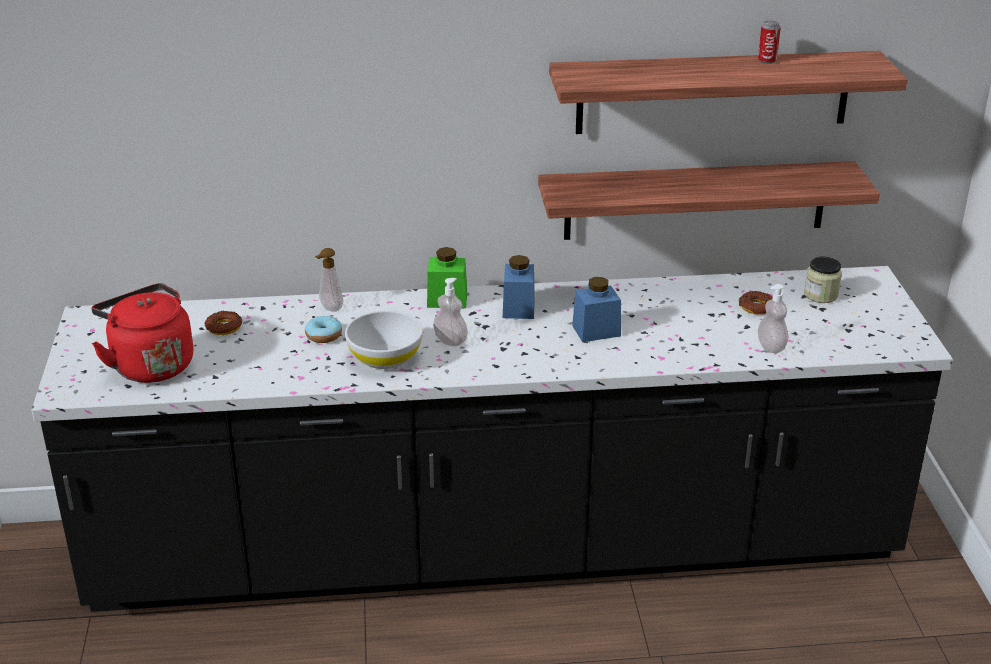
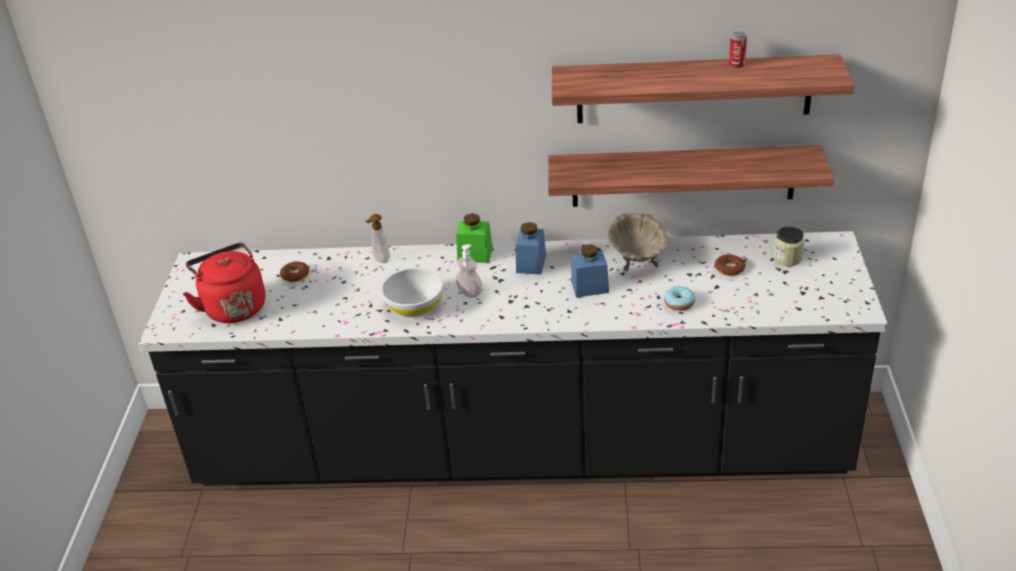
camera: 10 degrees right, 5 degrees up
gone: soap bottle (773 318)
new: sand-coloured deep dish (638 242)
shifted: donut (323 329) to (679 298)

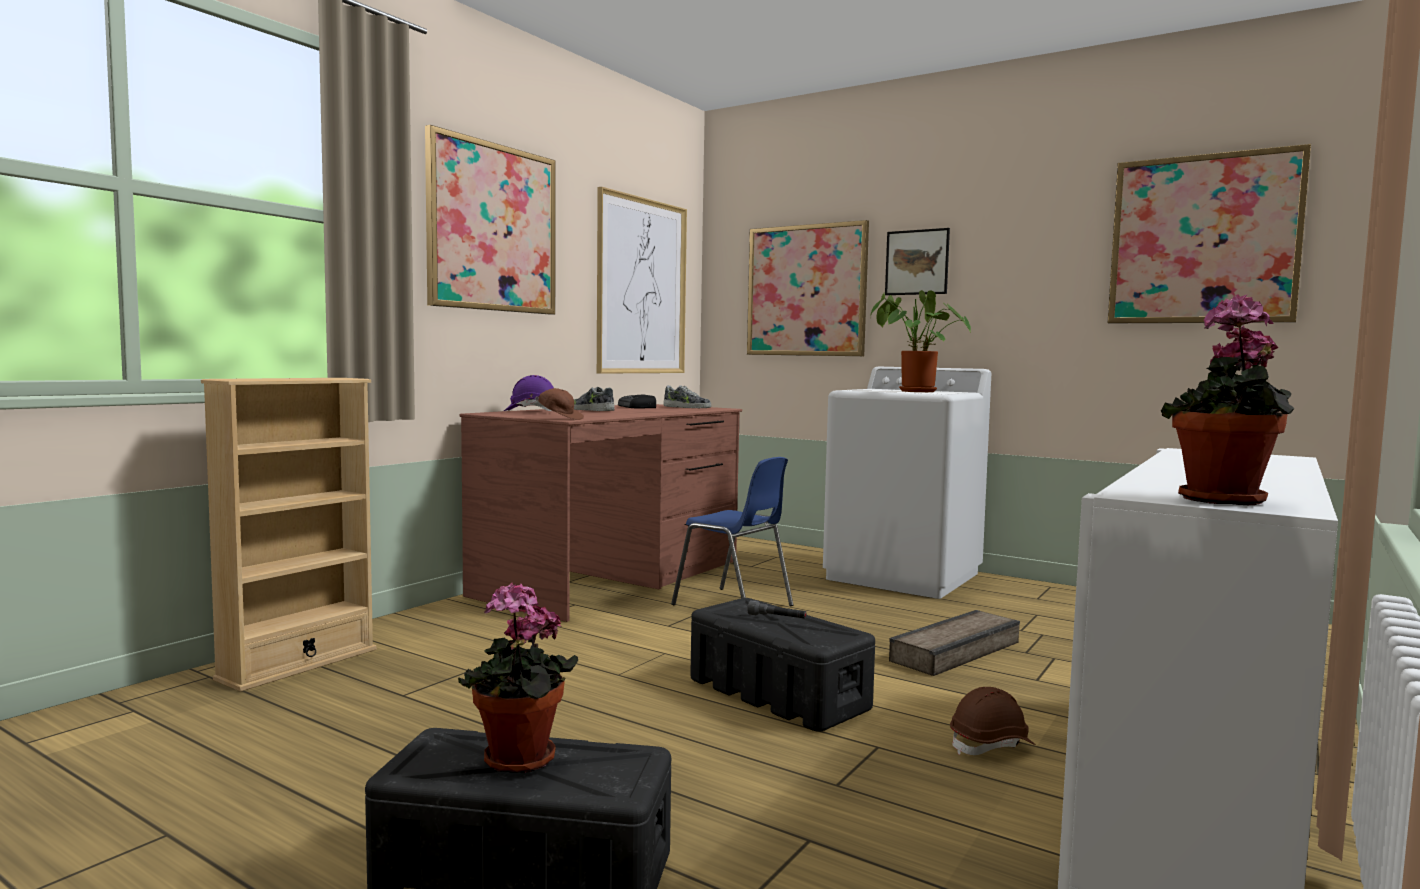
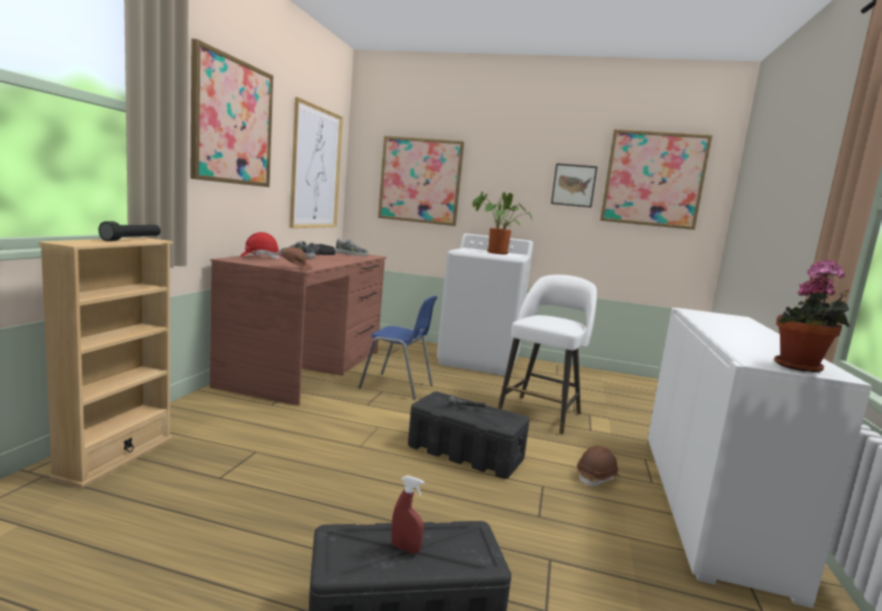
camera: 20 degrees left, 5 degrees up
new: black-coloured flashlight (129 231)
shifted: wall art (917 261) to (574 185)
swapped: houseplant (518 678) to reddish sprayer (407 514); packing crate (954 643) to whitish stool (547 355)
repainted: purple work helmet (529 393) to reddish work helmet (259 245)

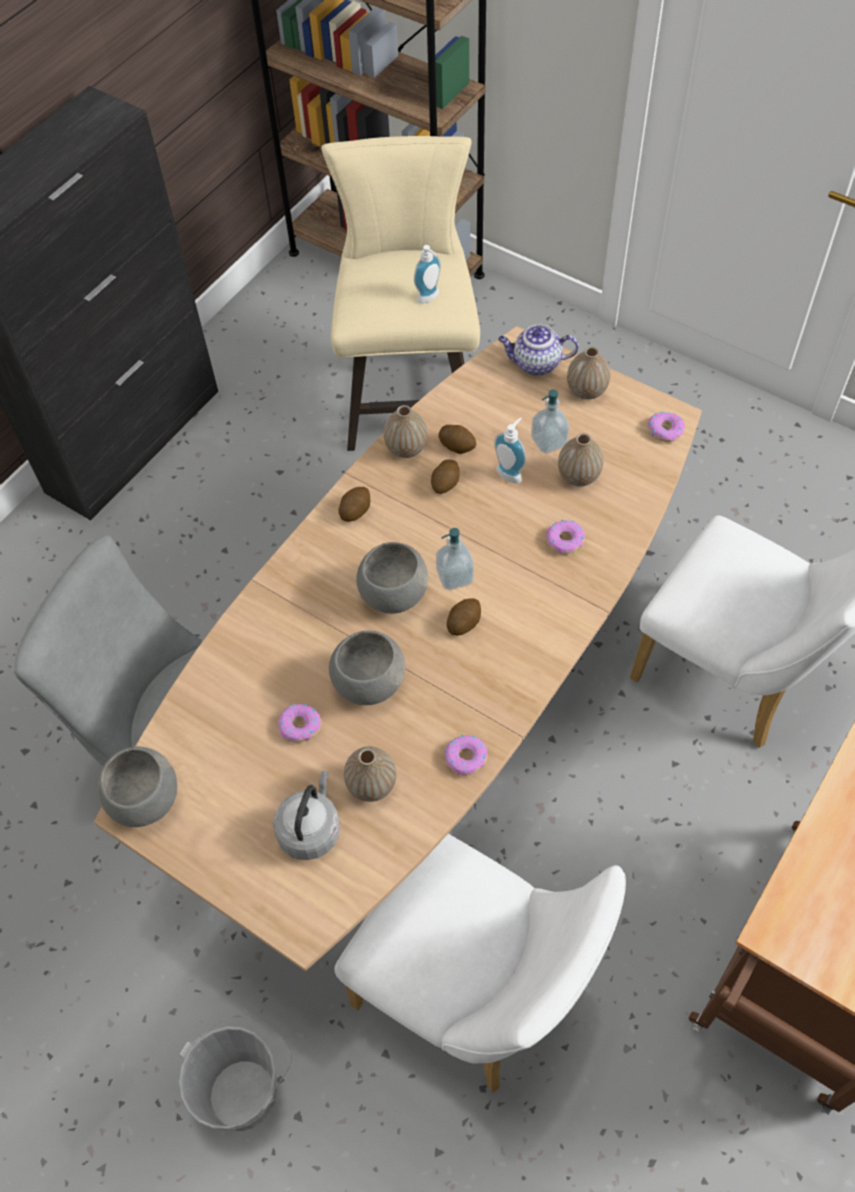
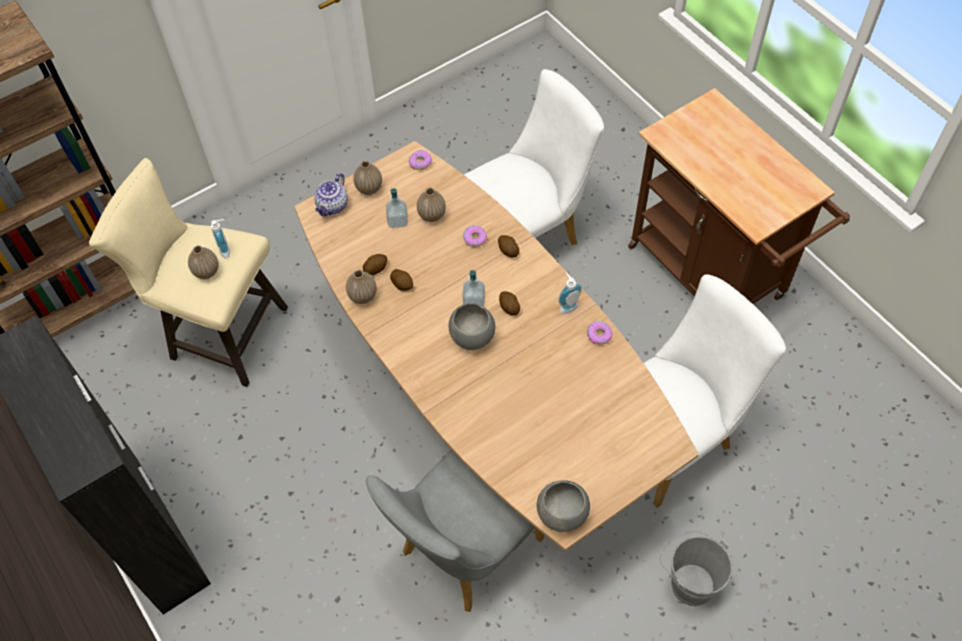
camera: 70 degrees left, 0 degrees up
gone: greyish water kettle (306 815); donut (299 723); greyish deep dish (367 667)
shifted: spud (354 504) to (508 246); vase (370 774) to (203 262); soap bottle (510 450) to (570 293)

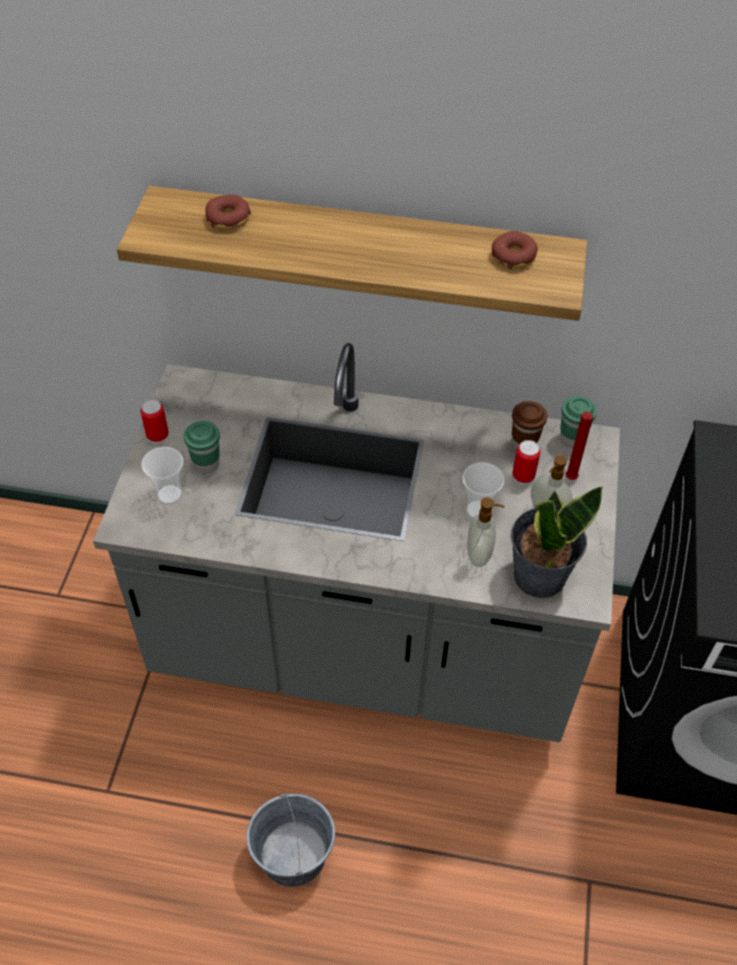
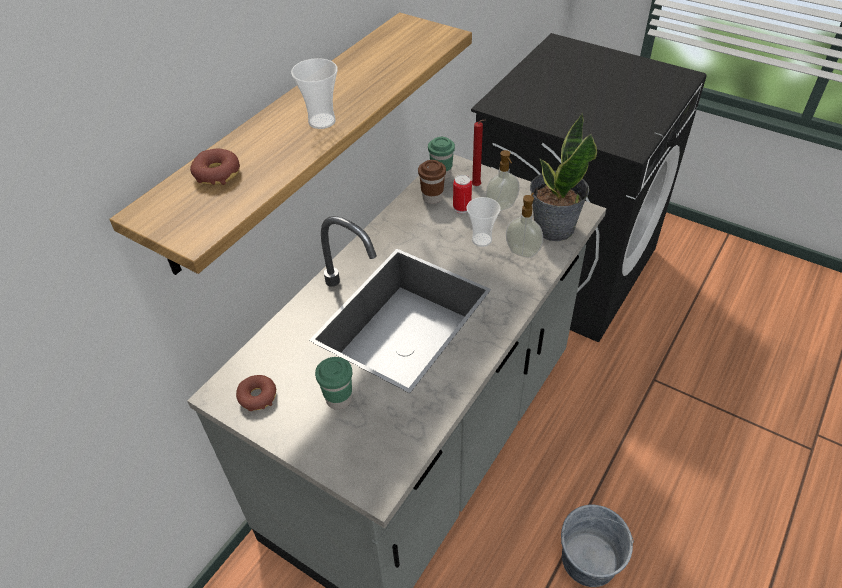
camera: 65 degrees left, 5 degrees down
gone: metal can (154 421)
shifted: drinking cup (162 476) to (314 93); donut (515 250) to (256 393)

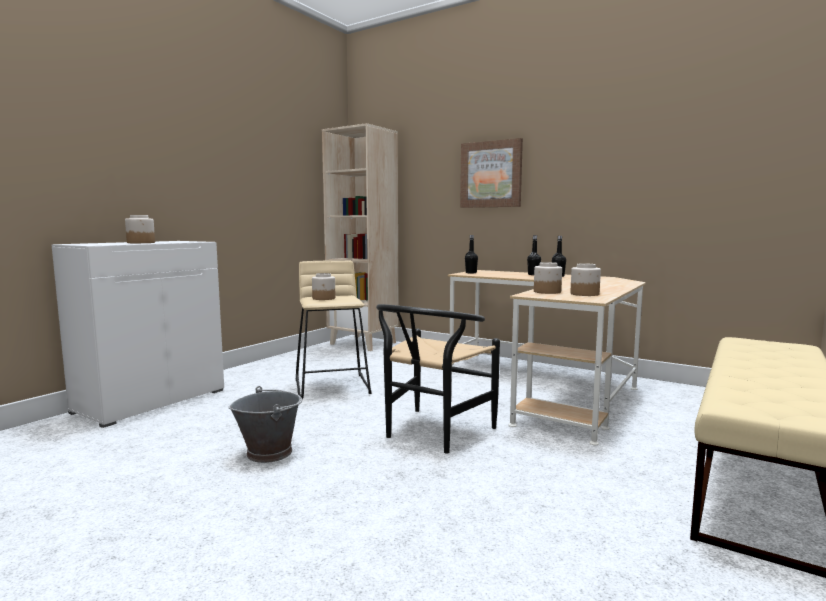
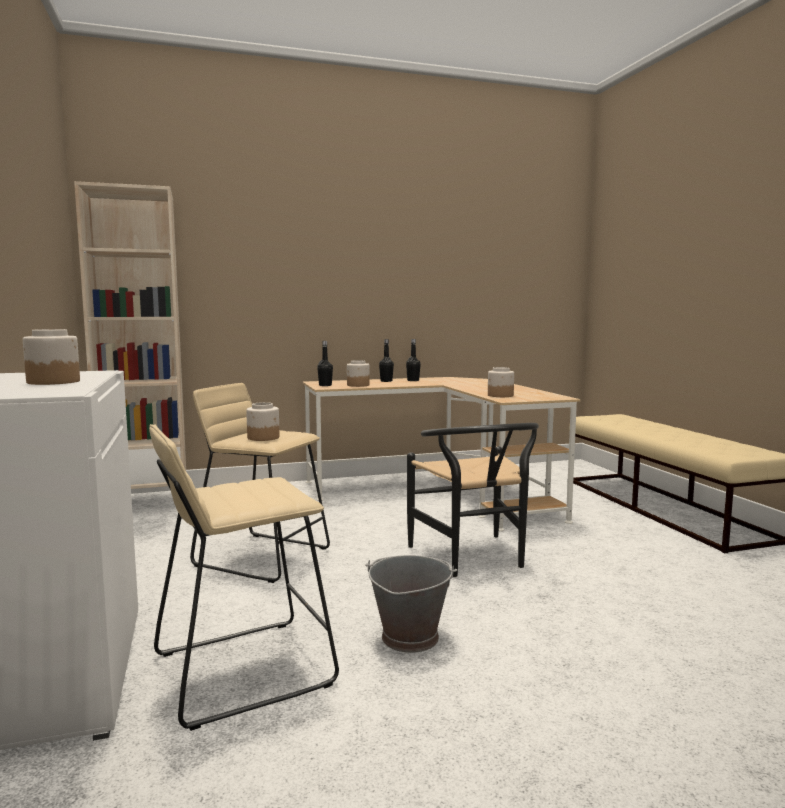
camera: 50 degrees left, 0 degrees up
gone: wall art (491 173)
new: sand-coloured stool (244 577)
shifted: storage jar (585 279) to (358 373)

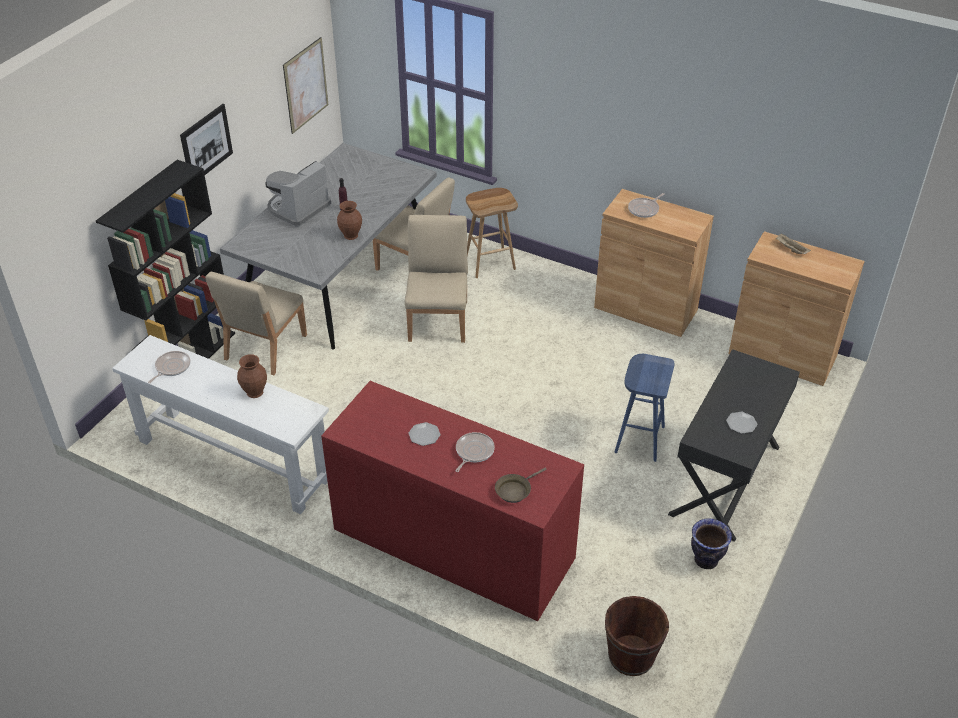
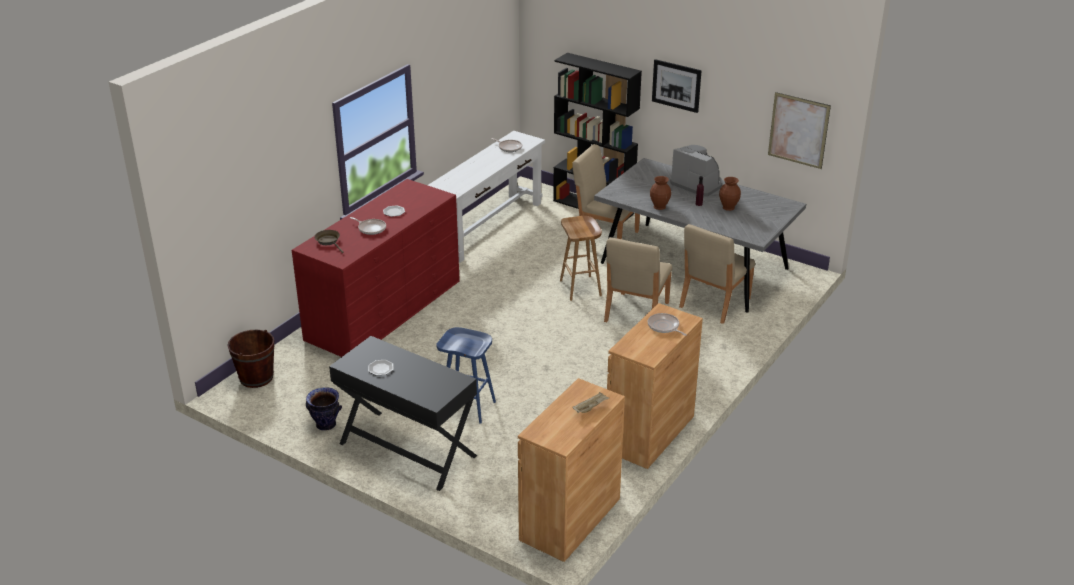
camera: 95 degrees right, 10 degrees down
shifted: brownish vase (252 376) to (730 194); brownish stool (492 233) to (581 258)
rotated: sand-coloured upright chair (436 279) = (638 279) 105 degrees clockwise

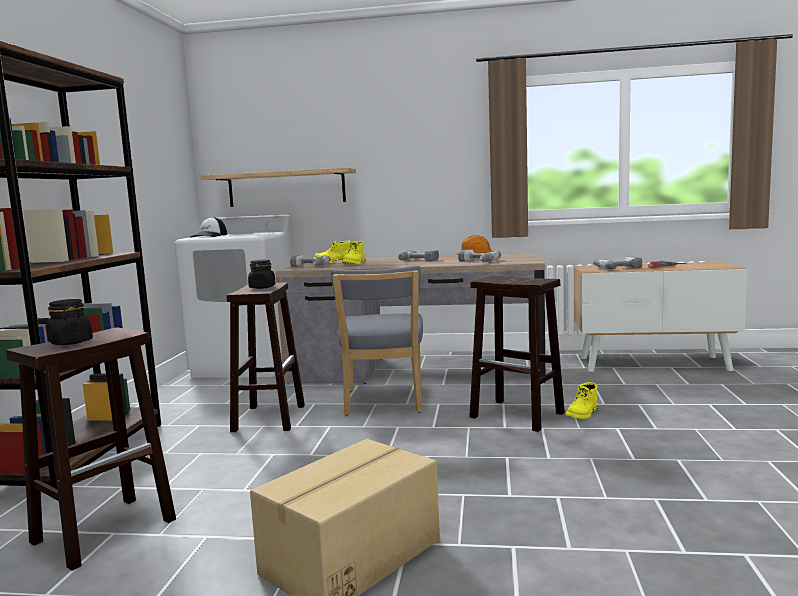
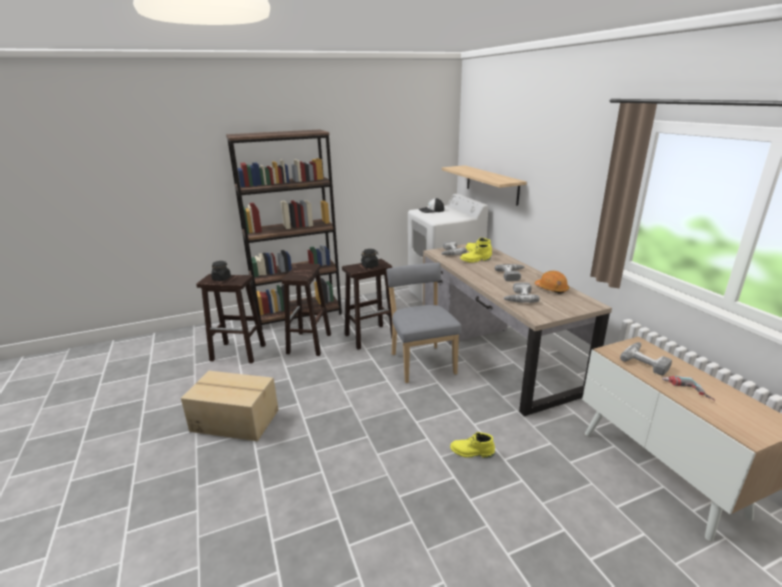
camera: 60 degrees right, 15 degrees up
shifted: brownish stool (517 354) to (306 309)
rotated: greyish upright chair (377 341) = (423 323) 105 degrees clockwise

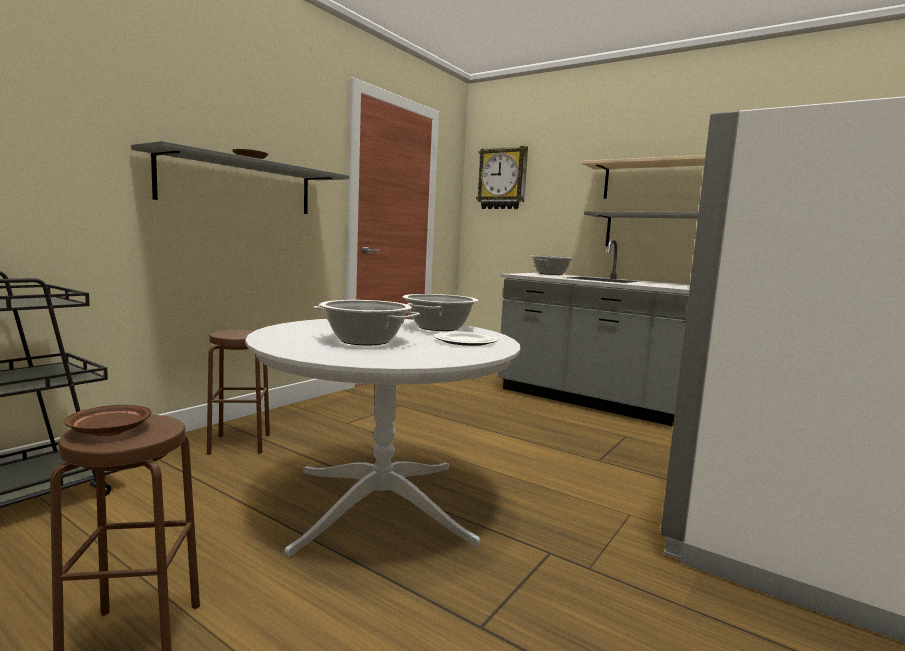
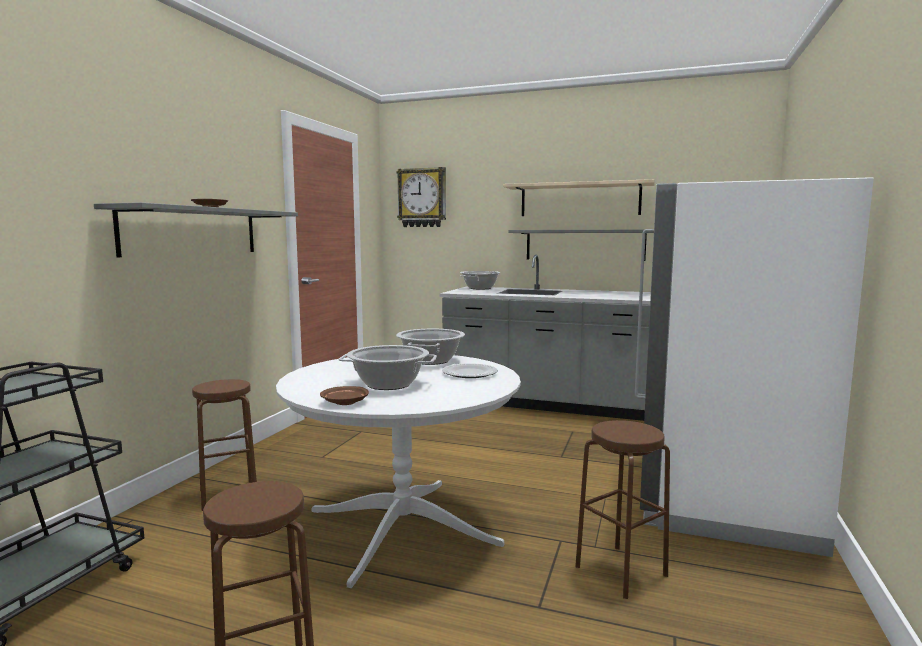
camera: 15 degrees left, 0 degrees up
new: brownish stool (622 509)
shifted: brownish plate (108 420) to (344 395)

